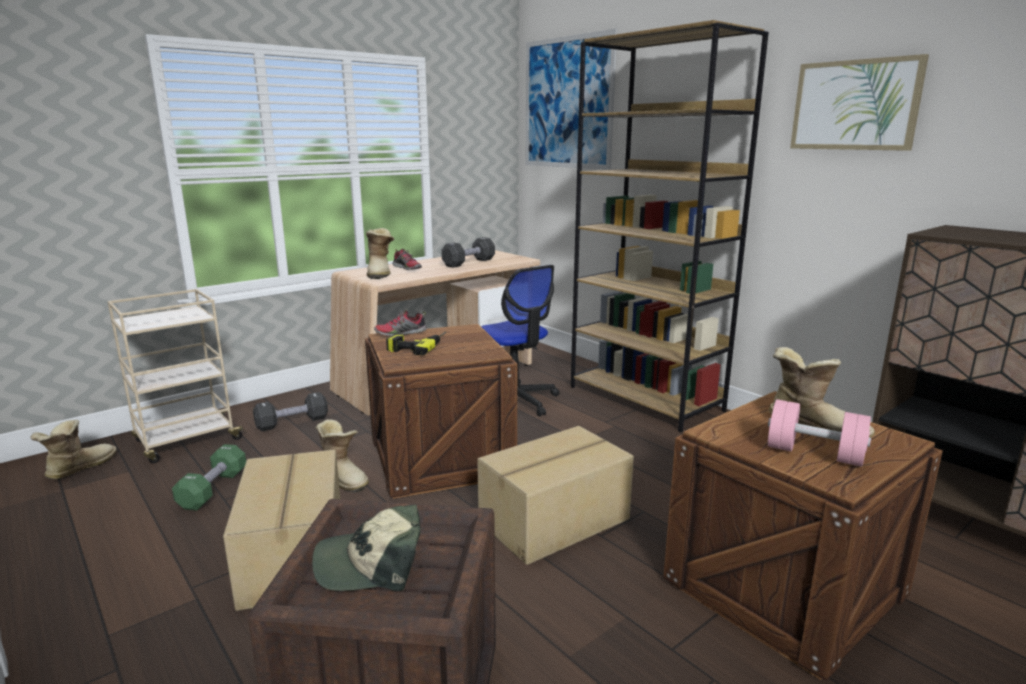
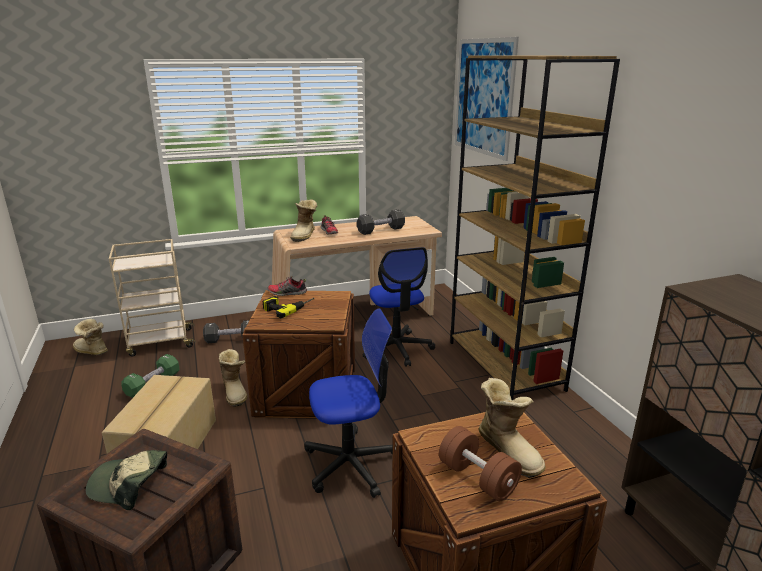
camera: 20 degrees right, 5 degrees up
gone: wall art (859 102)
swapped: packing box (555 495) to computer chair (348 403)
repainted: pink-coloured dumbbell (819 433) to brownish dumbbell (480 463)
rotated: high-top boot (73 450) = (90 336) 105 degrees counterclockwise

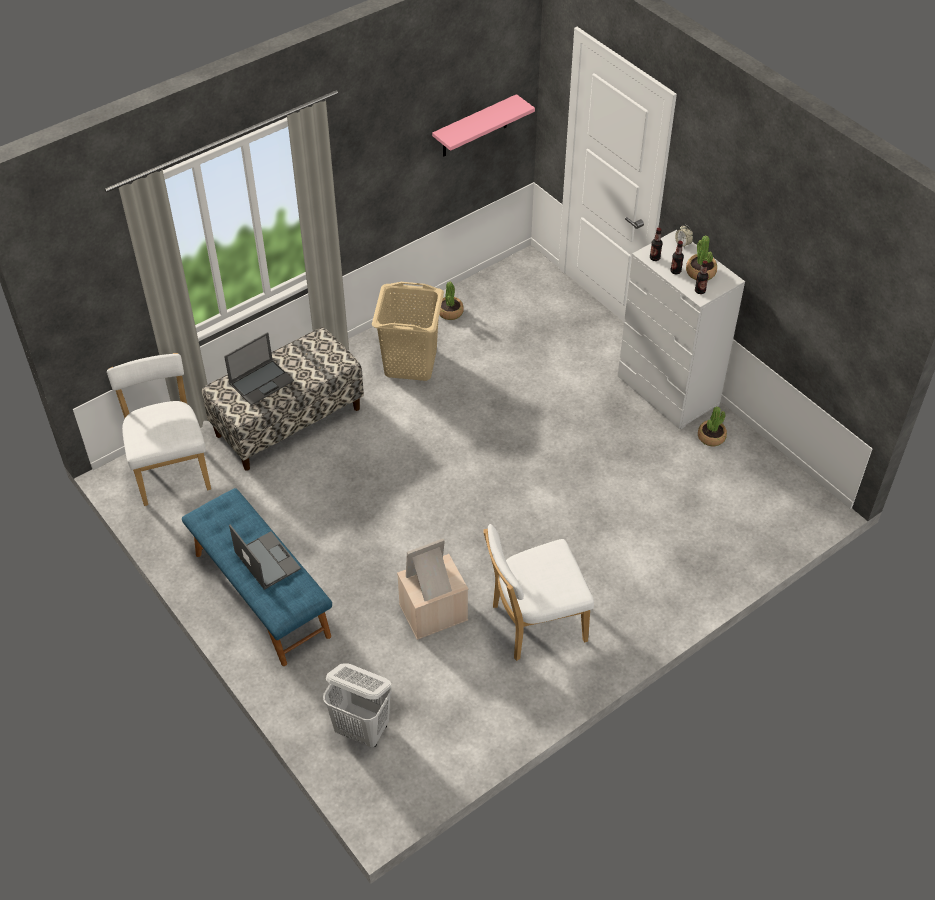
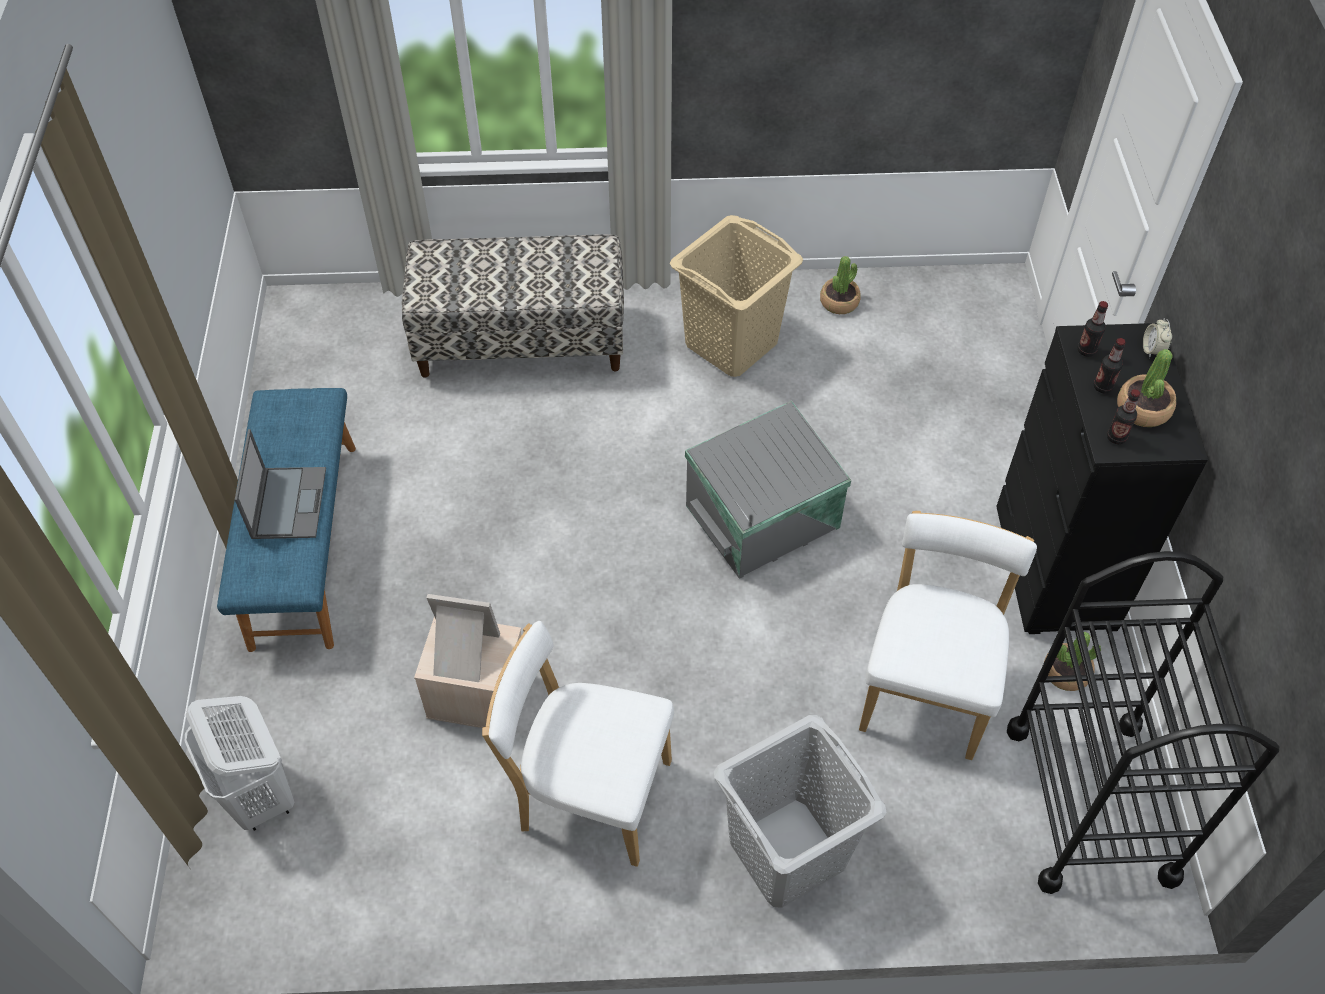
camera: 35 degrees right, 5 degrees up
gone: laptop (259 369); pink-coloured bracket shelf (483 125)
new: greyish storage bin (768 490); greyish laundry basket (800 811); black-coloured wheeled cart (1143 722)
shifted: whitish upright chair (159 429) to (948 635)
repainted: whitish dresser (681 329) to black-coloured dresser (1102 478)

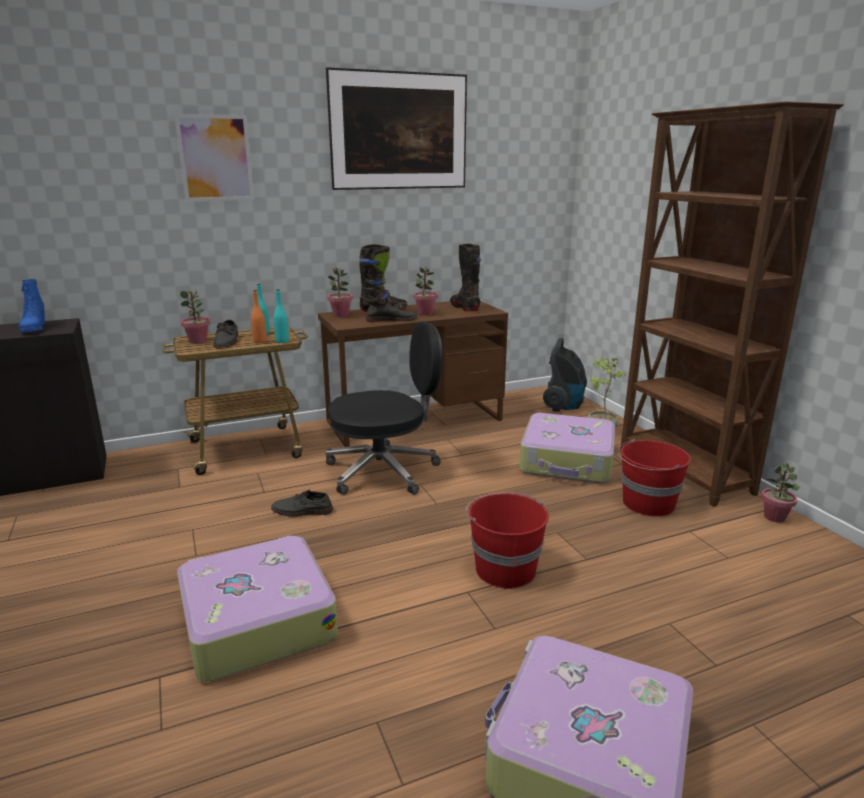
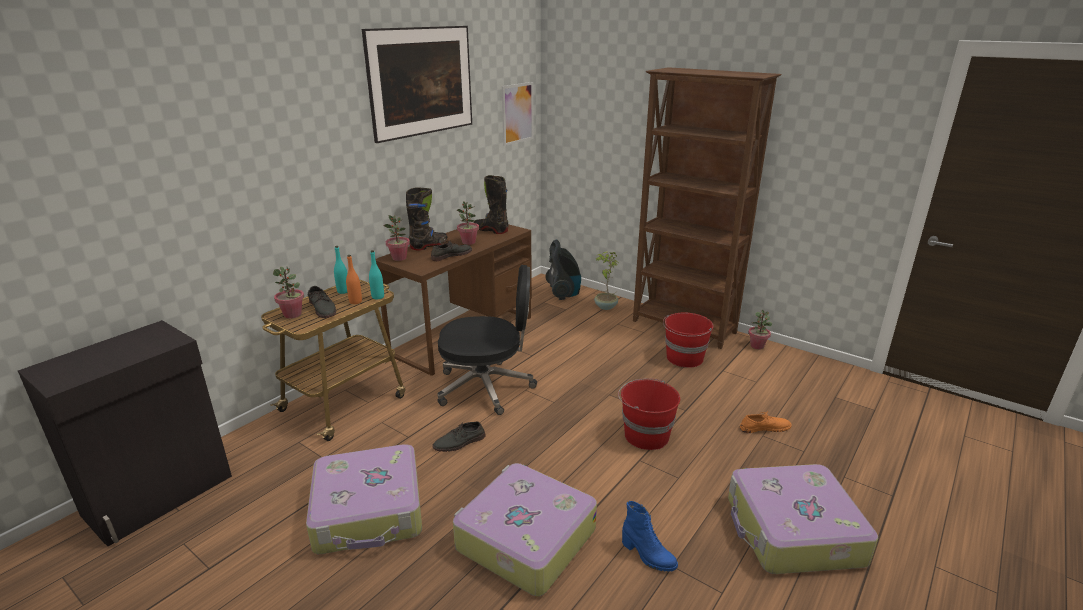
camera: 30 degrees left, 5 degrees up
new: orange-coloured item of footwear (766 422)
shifted: bluish high-top boot (32 306) to (650 536); wall art (214 157) to (518 114); travel case (567 448) to (364 499)
rotated: black-coloured computer chair (384 408) = (487 340) 45 degrees clockwise

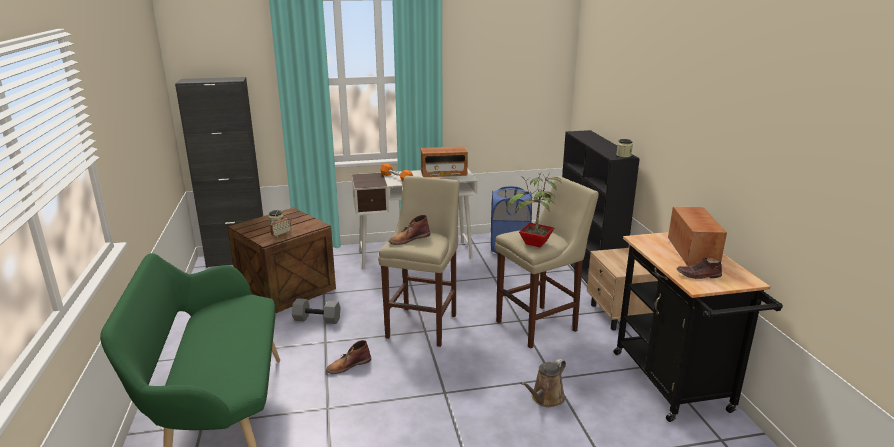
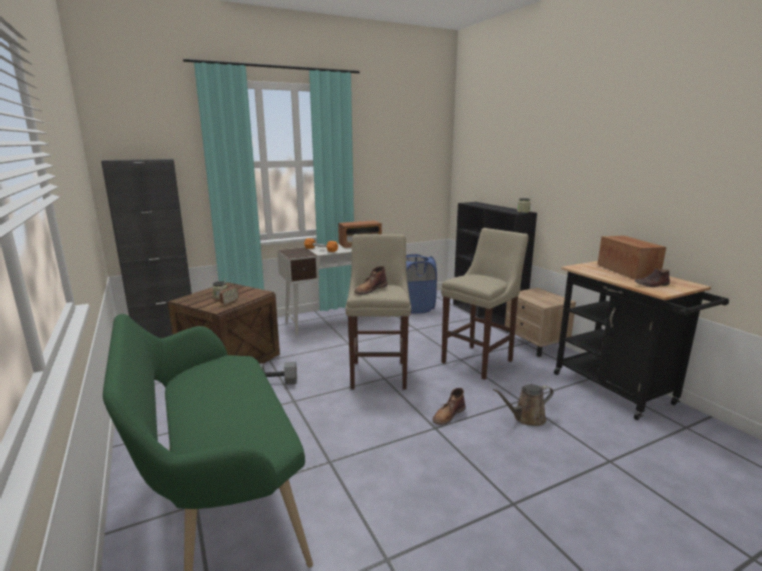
camera: 15 degrees left, 5 degrees down
gone: houseplant (534 210)
shifted: brownish high-top boot (348 357) to (449 406)
rotated: brownish watering can (543 383) = (523 405) 45 degrees clockwise

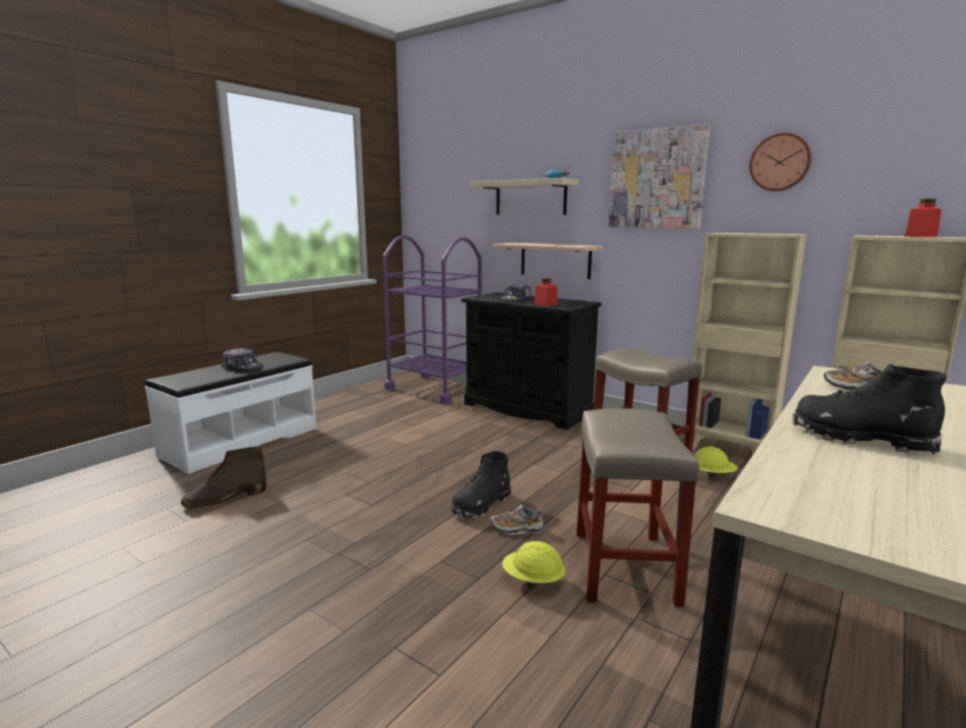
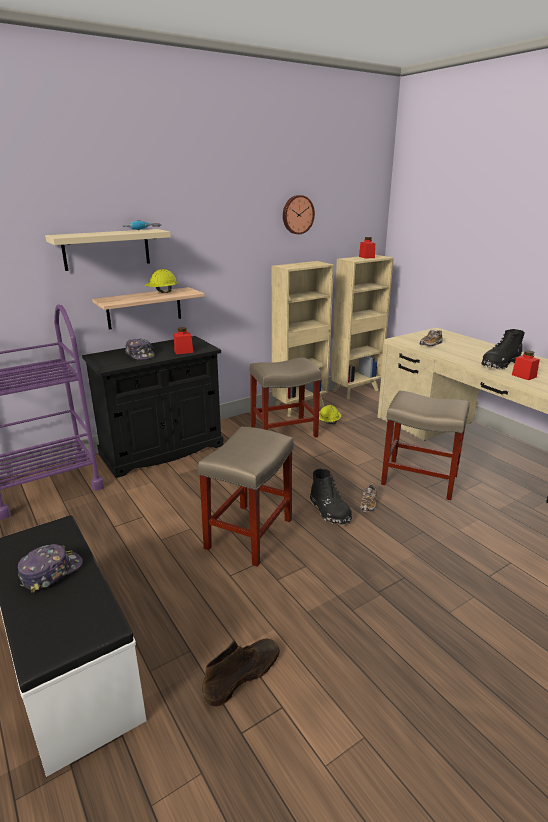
camera: 70 degrees left, 10 degrees up
gone: wall art (659 176)
new: sand-coloured stool (246 497); reddish storage jar (526 365)
shifted: yellow work helmet (534 565) to (161 281)
rotated: brownish high-top boot (223 477) = (241 672) 120 degrees counterclockwise

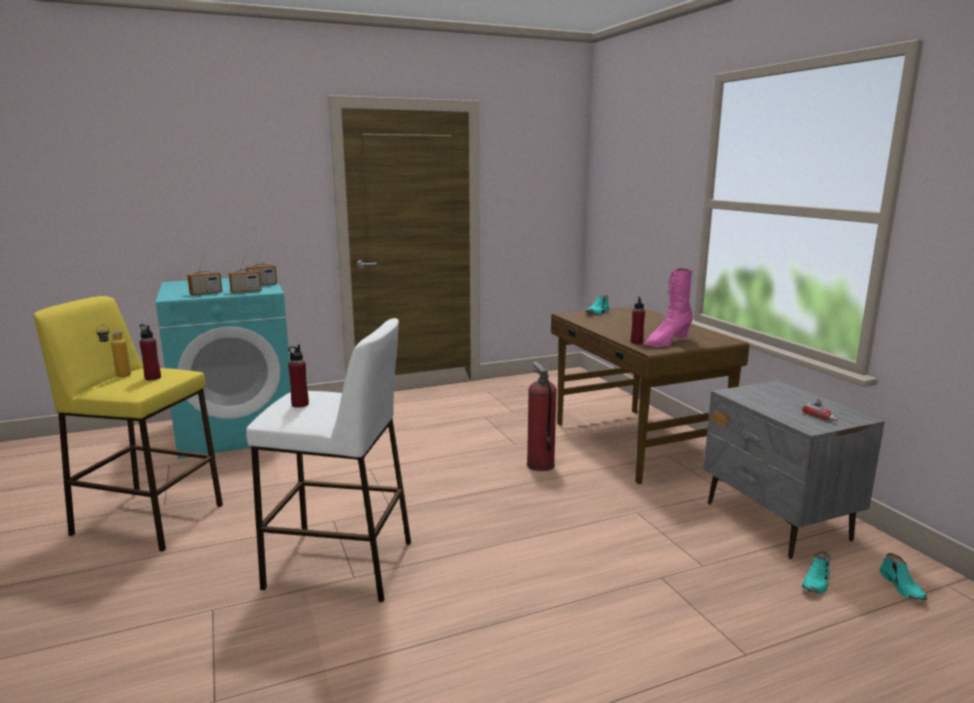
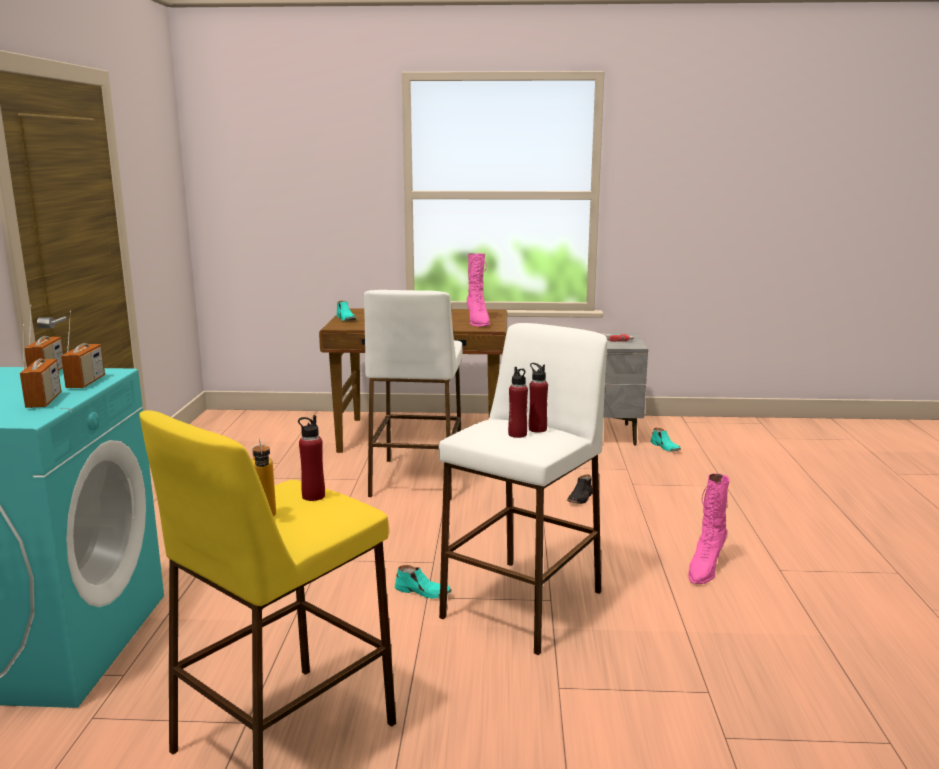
camera: 65 degrees left, 0 degrees up
new: black-coloured item of footwear (580 489); pink-coloured high-top boot (709 529)
shifted: reddish bottle (638 320) to (538 398); turquoise item of footwear (903 577) to (423 581)
swapped: fire extinguisher (542 416) to whitish stool (413 395)

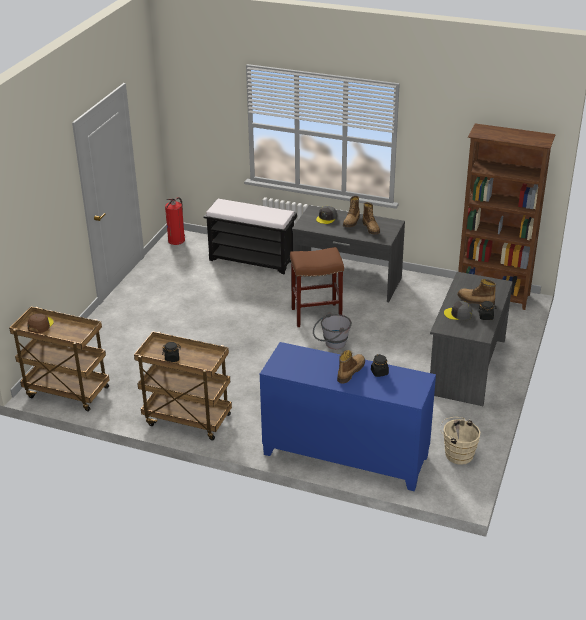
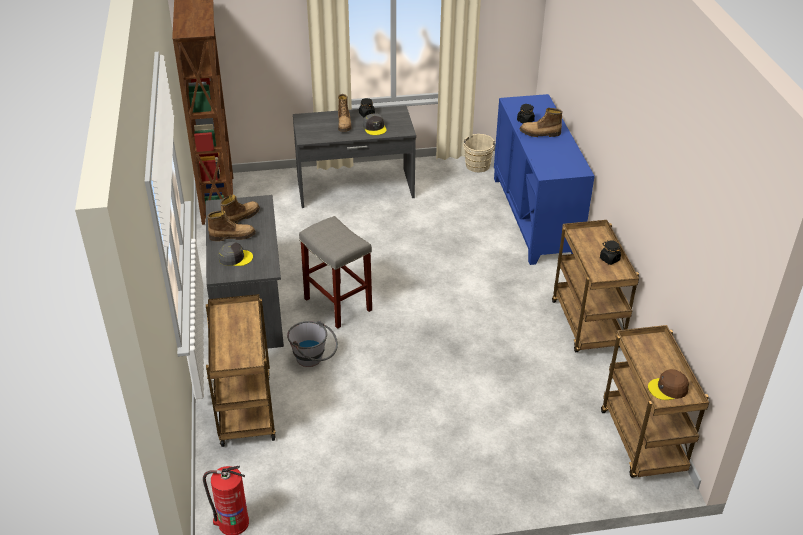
camera: 120 degrees left, 5 degrees up
shifted: greyish pail (332 330) to (312 343)
swapped: black-coloured indoor bench (250 236) to brownish wheeled cart (241 370)
repainted: brownish stool (317 287) to greyish stool (335 272)

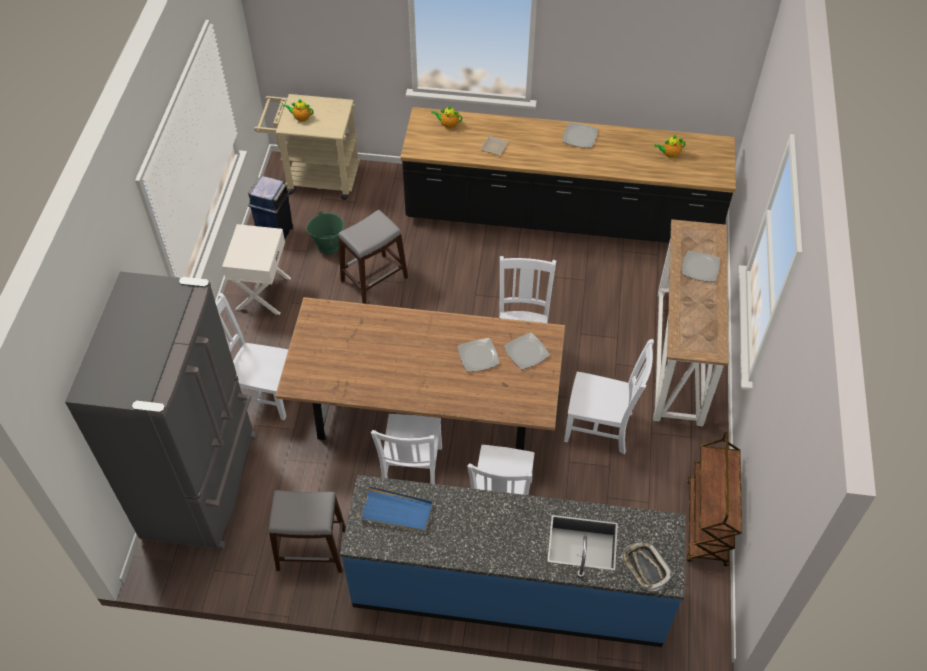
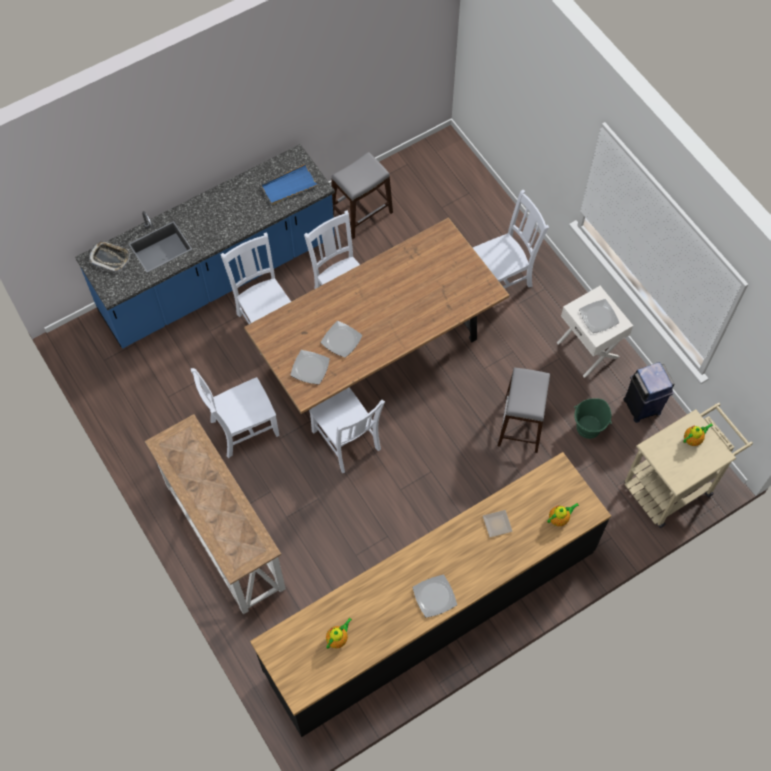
camera: 140 degrees right, 10 degrees up
gone: greyish fridge (161 411); brownish wheeled cart (714 499)
shifted: plate (701 266) to (599 316)

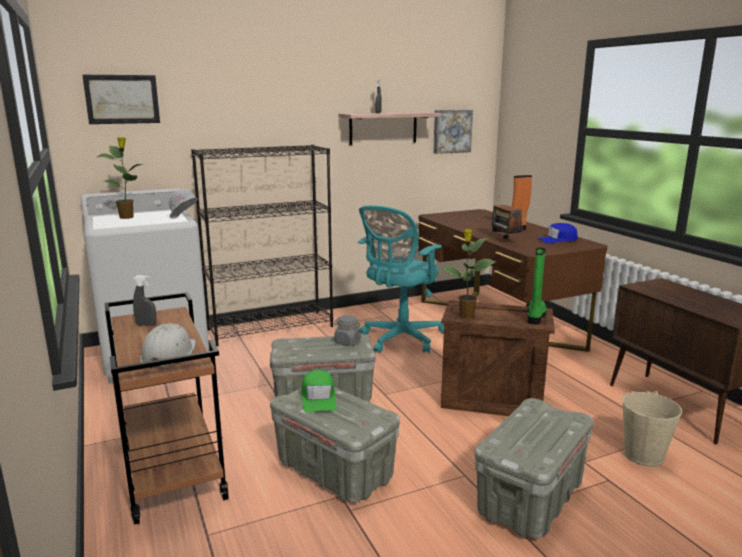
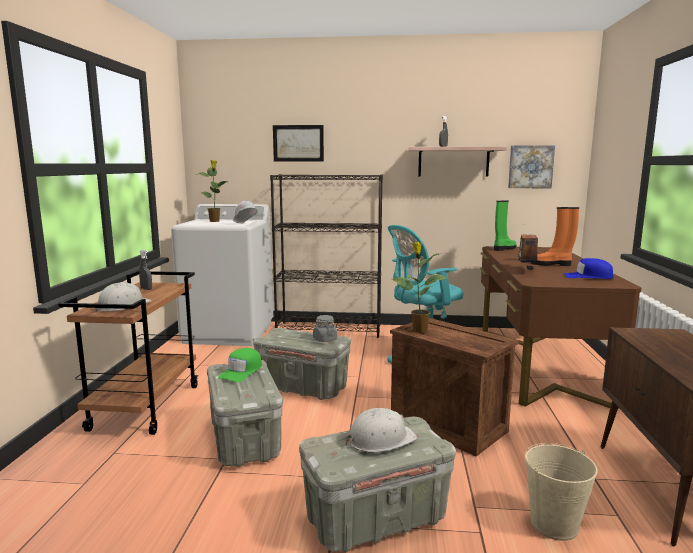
camera: 30 degrees right, 5 degrees down
new: whitish work helmet (381 430)
shifted: wall art (121 99) to (298 143); green high-top boot (537 286) to (505 225)

